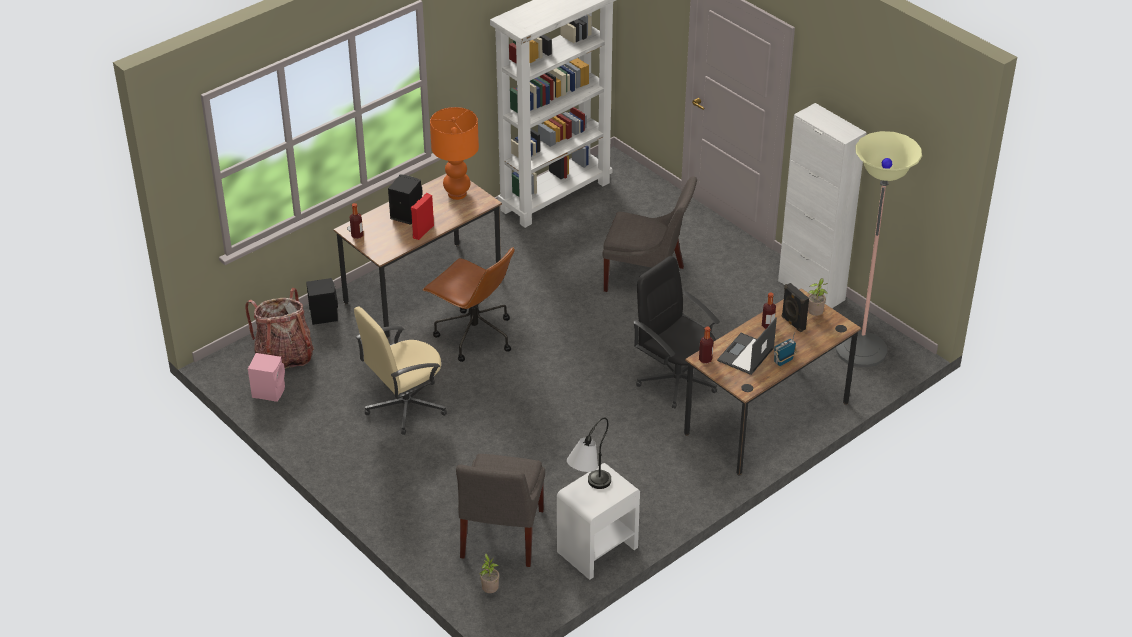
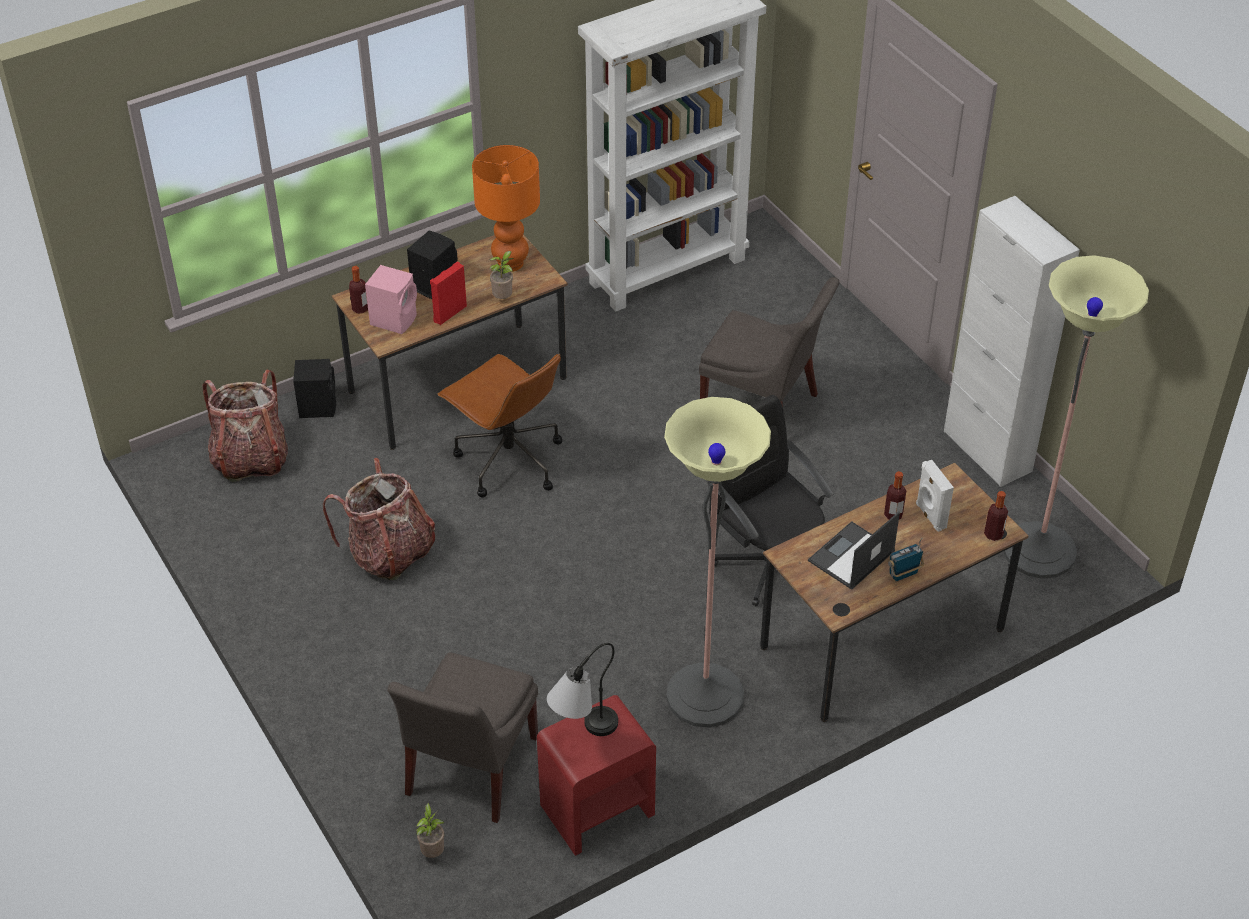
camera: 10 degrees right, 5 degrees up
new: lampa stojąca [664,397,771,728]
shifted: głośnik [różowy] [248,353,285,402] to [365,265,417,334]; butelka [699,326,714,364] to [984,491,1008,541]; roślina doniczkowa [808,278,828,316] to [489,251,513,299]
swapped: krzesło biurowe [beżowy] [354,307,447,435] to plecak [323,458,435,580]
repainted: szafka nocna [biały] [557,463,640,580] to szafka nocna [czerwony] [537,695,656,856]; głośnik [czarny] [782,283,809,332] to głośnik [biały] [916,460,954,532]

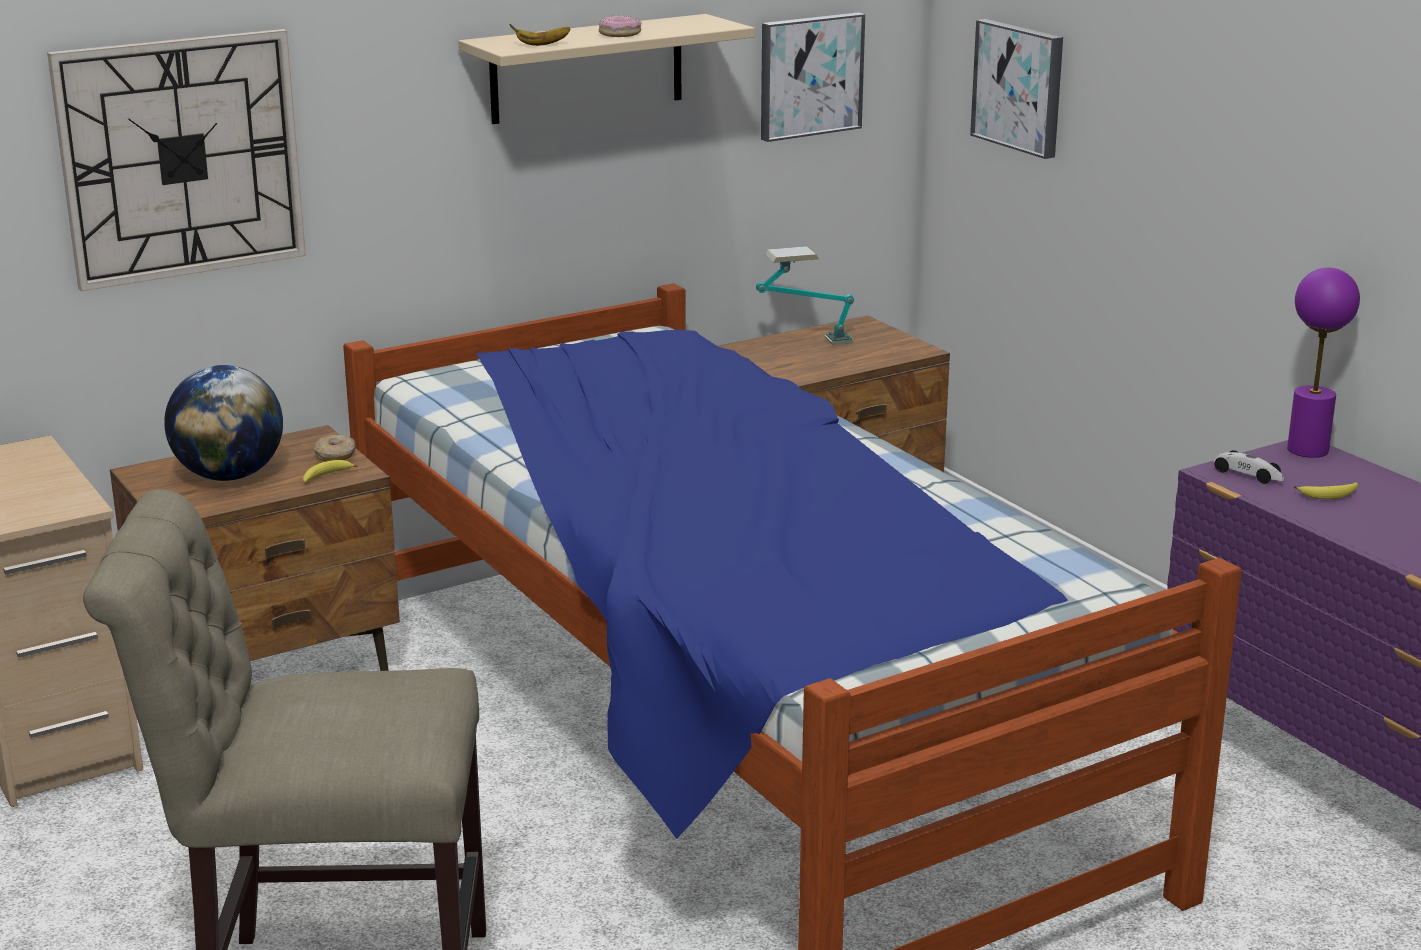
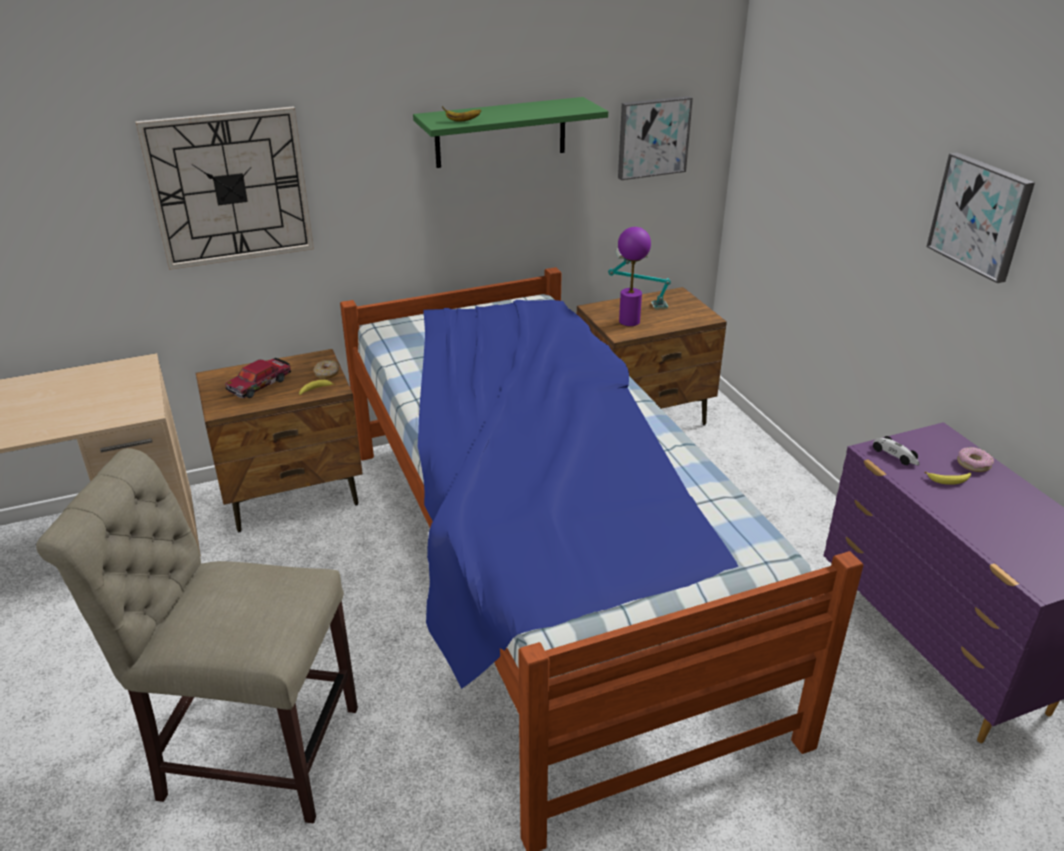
camera: 10 degrees right, 10 degrees up
shifted: donut [599,16,641,37] to [957,447,994,472]; obraz [970,19,1063,159] to [927,152,1035,283]; lampa stołowa [fioletowy] [1287,268,1360,458] to [618,227,651,326]
swapped: globus [164,365,283,481] to samochodzik [225,358,291,398]
repainted: półka [beżowy] [458,14,755,124] to półka [zielony] [413,97,608,168]

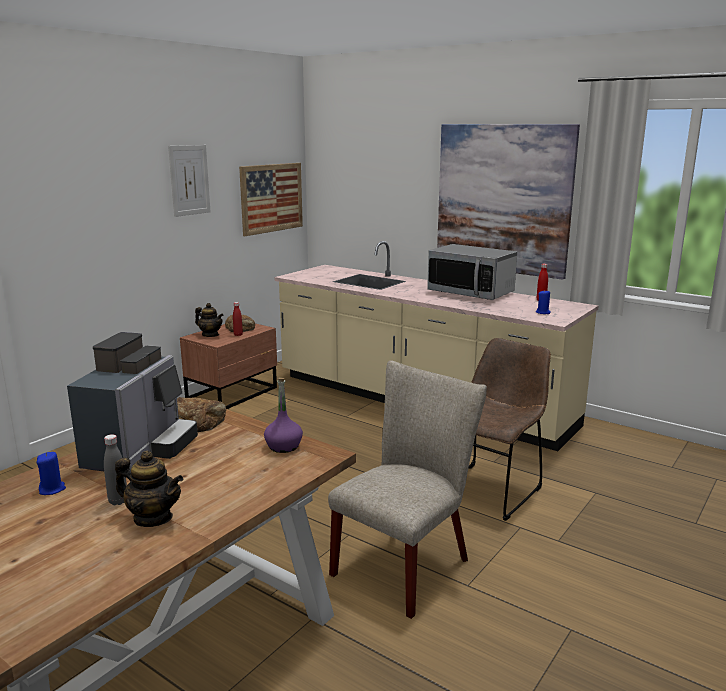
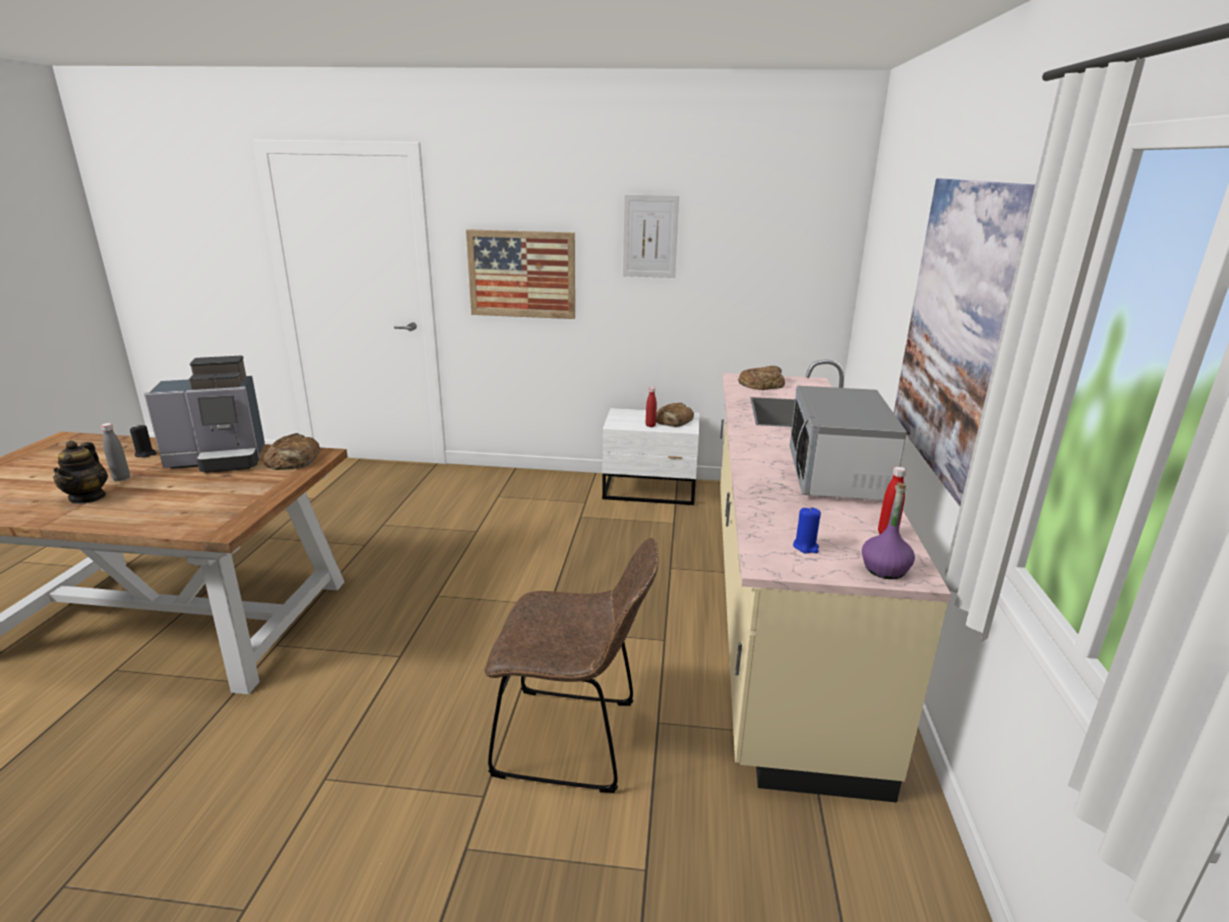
camera: 60 degrees right, 5 degrees up
gone: imbryk [195,303,223,337]; krzesło [beżowy] [328,360,487,619]
new: chleb [738,366,785,390]
shifted: obraz [239,163,303,236] to [466,229,575,319]; butelka [fioletowy] [264,378,303,453] to [862,482,915,579]
repainted: świeca [niebieski] [37,452,66,495] to świeca [czarny] [130,424,157,458]; szafka nocna [brązowy] [180,323,277,409] to szafka nocna [biały] [602,408,699,505]

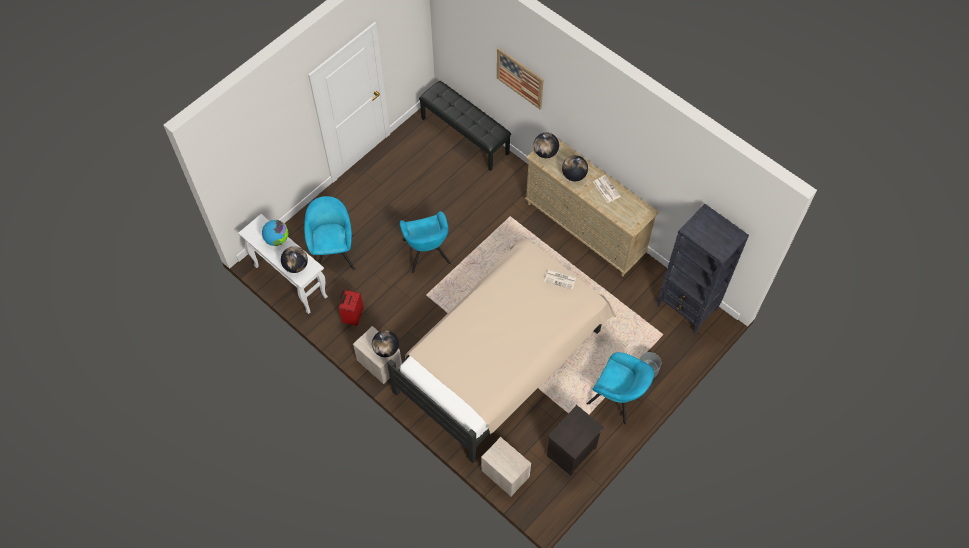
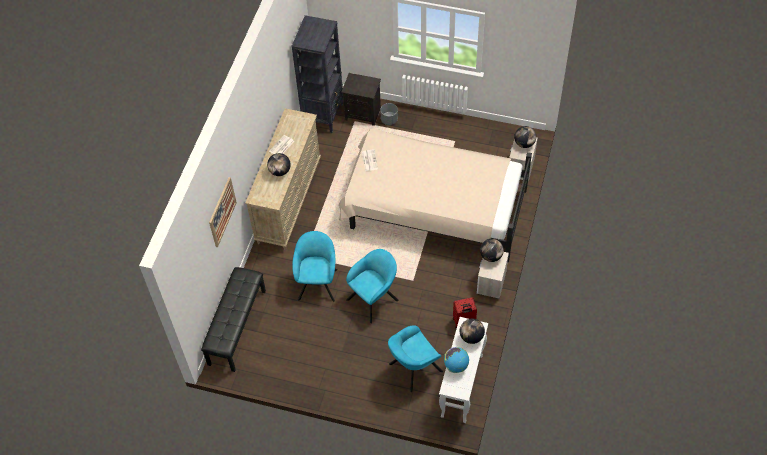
camera: 115 degrees left, 5 degrees down
shifted: globus [533,133,559,158] to [514,126,536,148]; szafka nocna [czarny] [547,405,604,476] to [341,73,381,126]; fotel [turkusowy] [587,352,654,424] to [292,231,337,301]

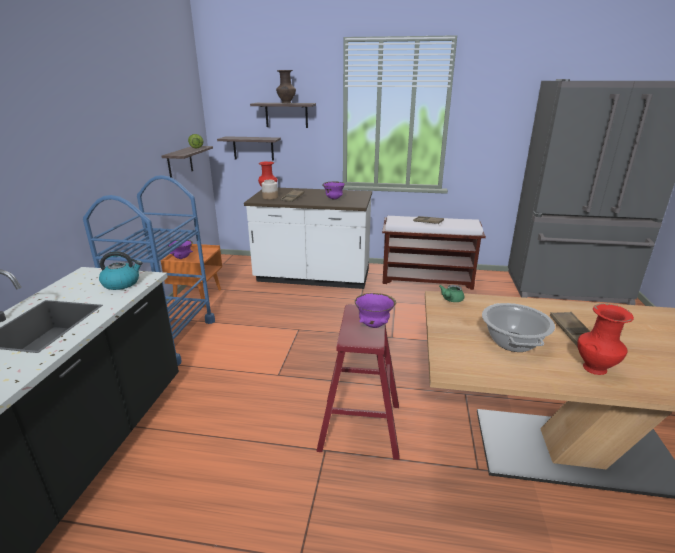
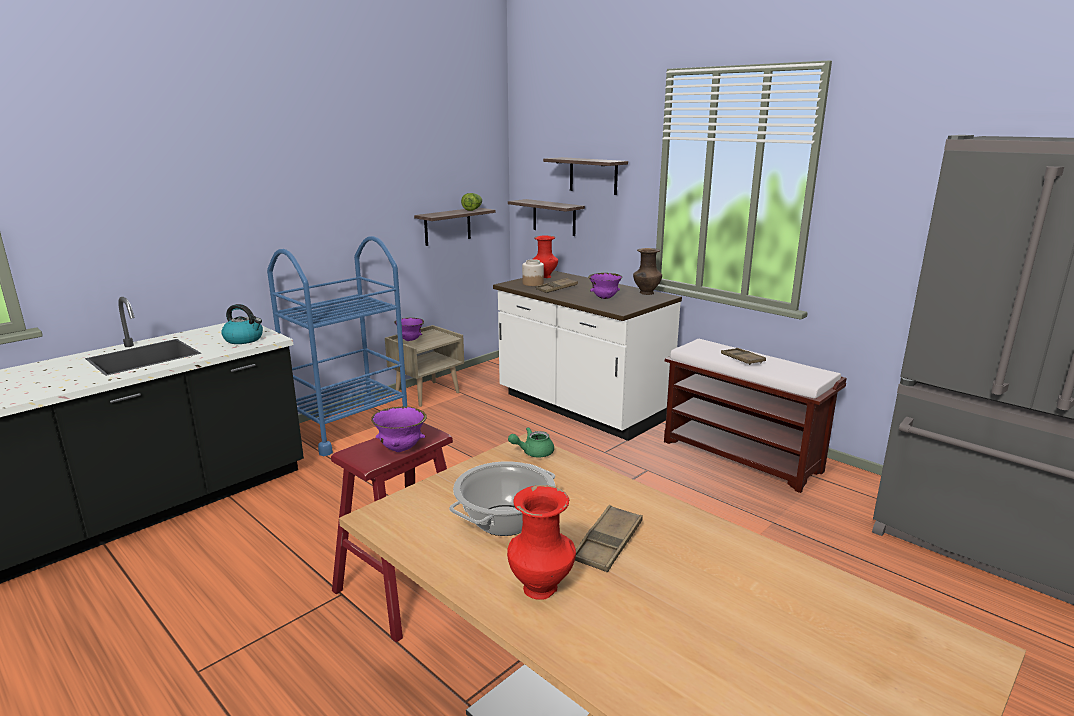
camera: 35 degrees right, 5 degrees down
shifted: wazon [brązowy] [276,70,296,104] to [633,248,662,295]
repainted: szafka nocna [pomarańczowy] [161,244,222,307] to szafka nocna [beżowy] [385,325,464,407]

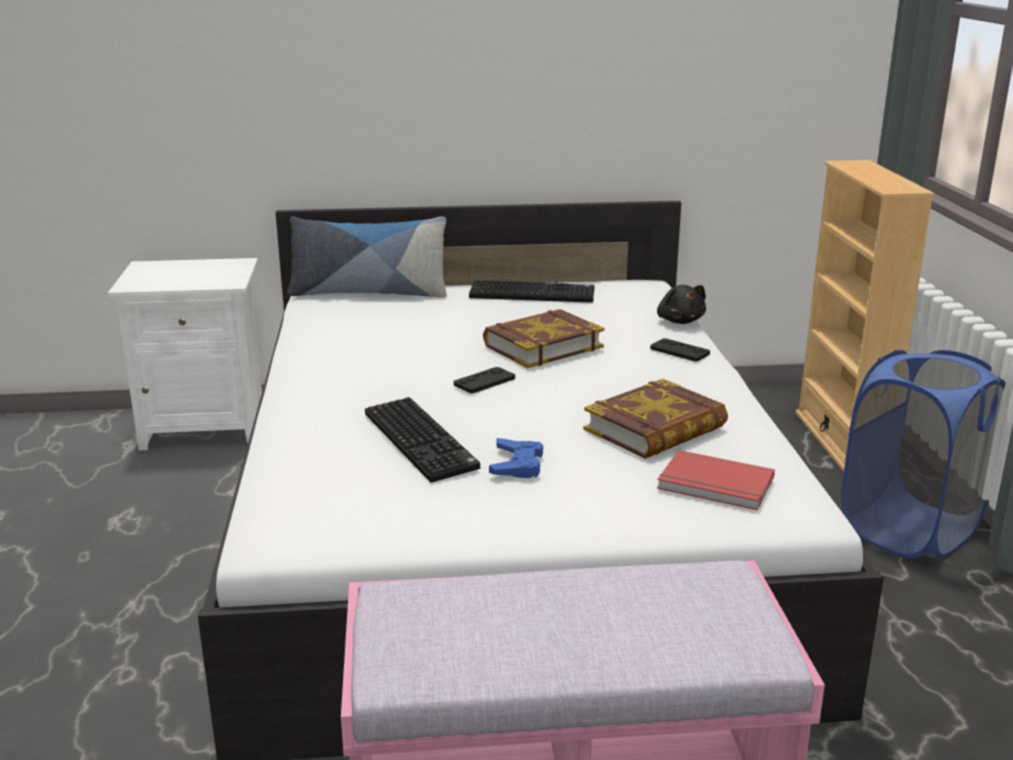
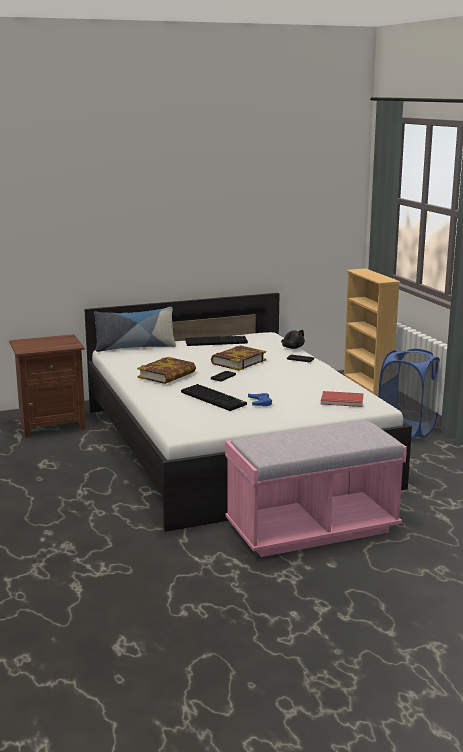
camera: 15 degrees left, 5 degrees down
shifted: książka [584,379,728,459] to [137,357,196,384]
repainted: szafka nocna [biały] [108,258,262,450] to szafka nocna [brązowy] [9,334,86,438]

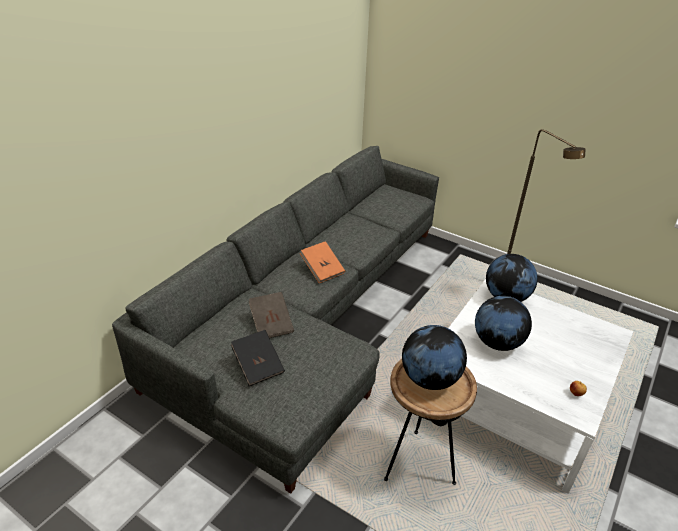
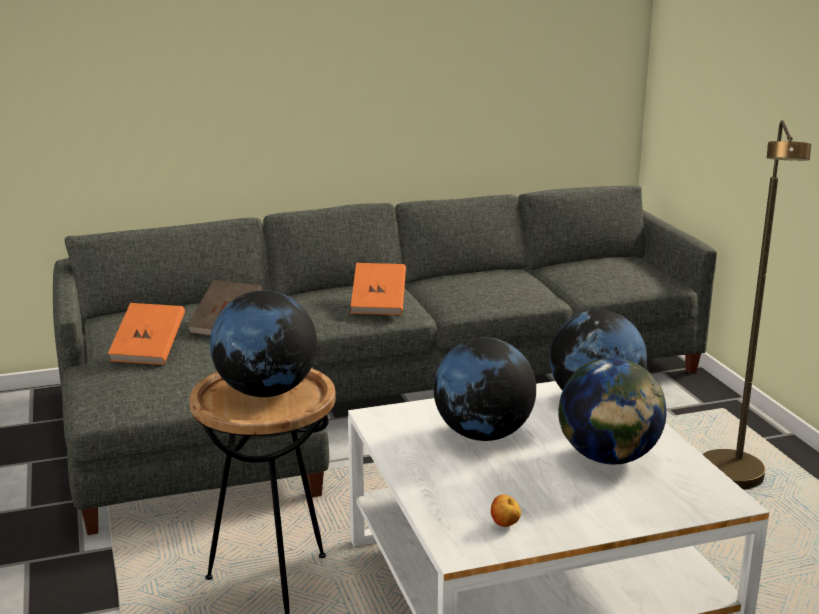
camera: 40 degrees right, 15 degrees down
new: globus [558,358,667,465]
repainted: książka [czarny] [231,330,285,386] to książka [pomarańczowy] [108,303,185,365]

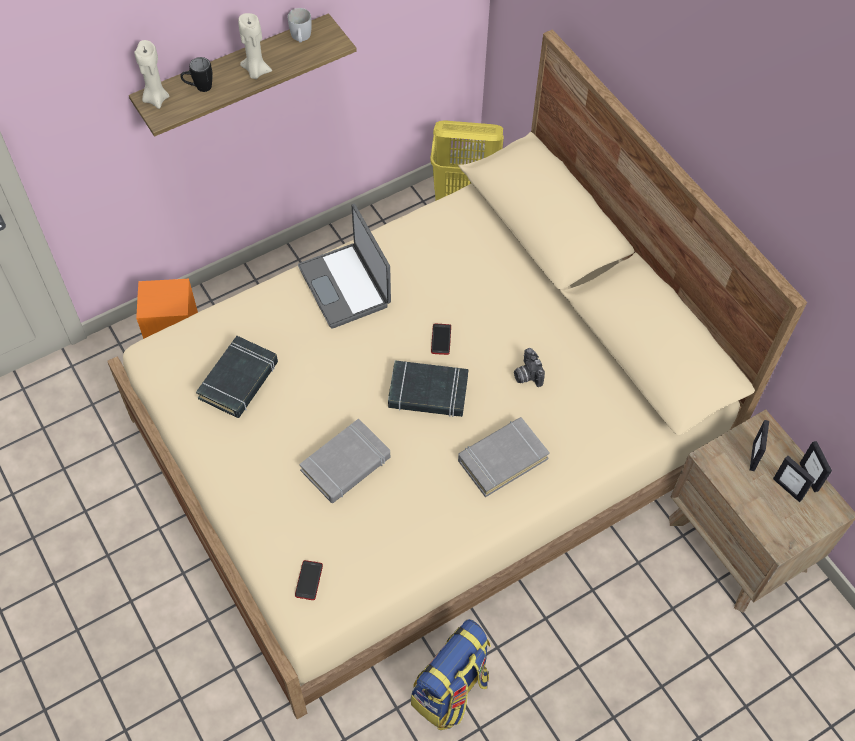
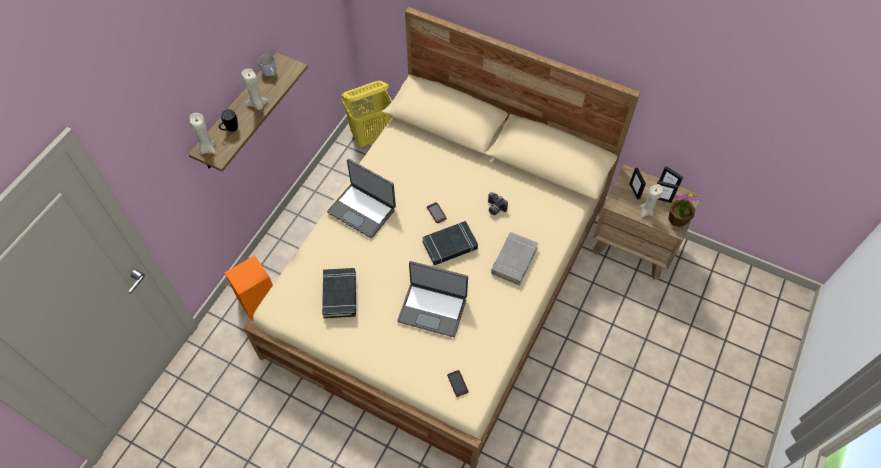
camera: 30 degrees left, 0 degrees up
gone: plecak [411,619,491,730]
new: świeca [beżowy] [639,184,663,217]; roślina doniczkowa [669,193,703,227]
swapped: książka [szary] [299,418,390,503] to laptop [397,261,468,337]

